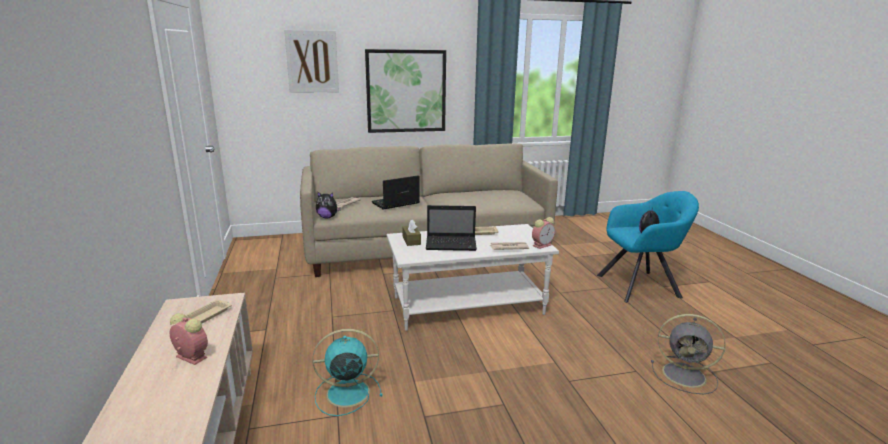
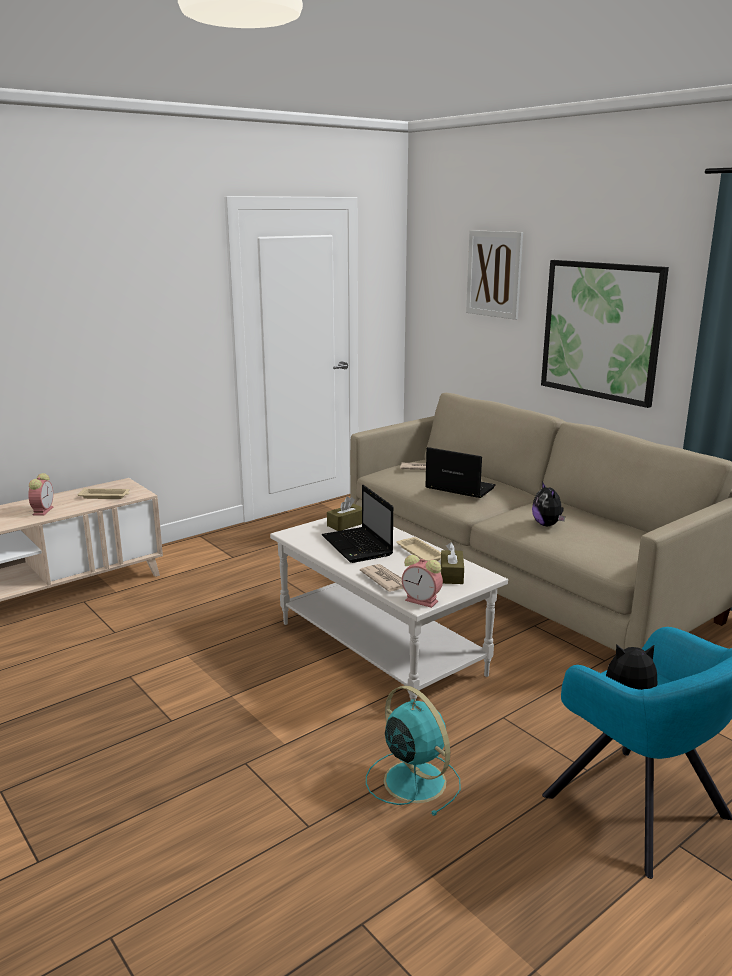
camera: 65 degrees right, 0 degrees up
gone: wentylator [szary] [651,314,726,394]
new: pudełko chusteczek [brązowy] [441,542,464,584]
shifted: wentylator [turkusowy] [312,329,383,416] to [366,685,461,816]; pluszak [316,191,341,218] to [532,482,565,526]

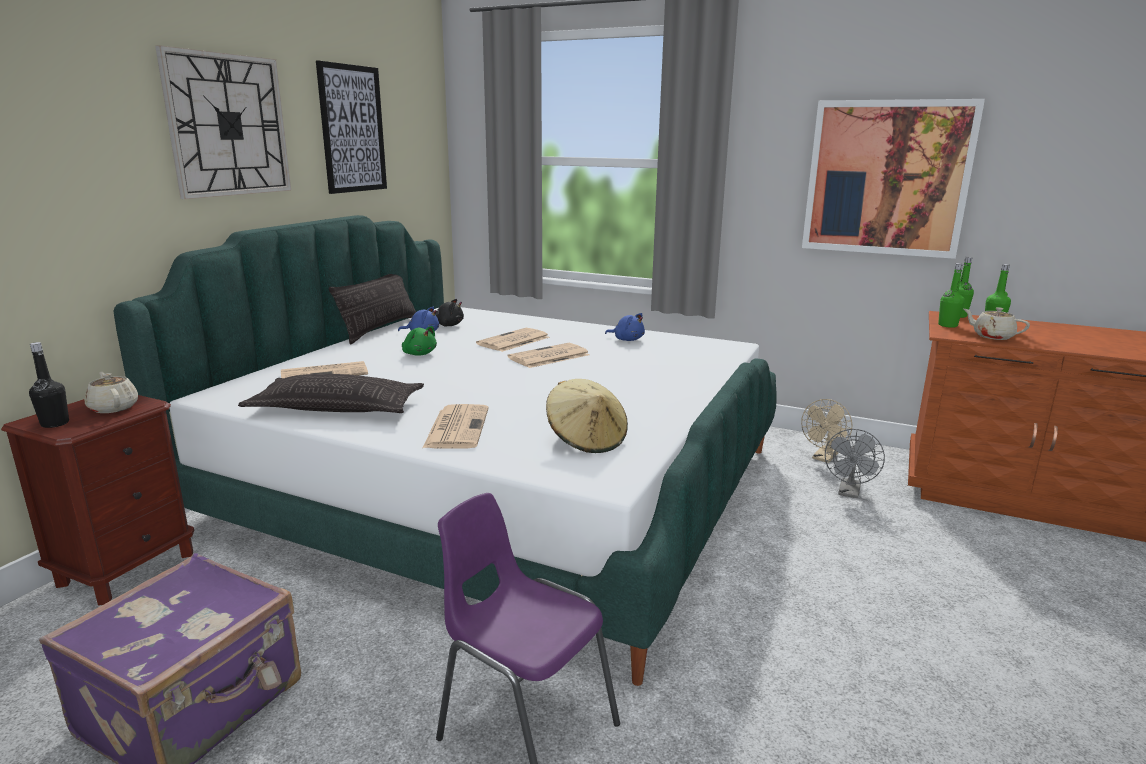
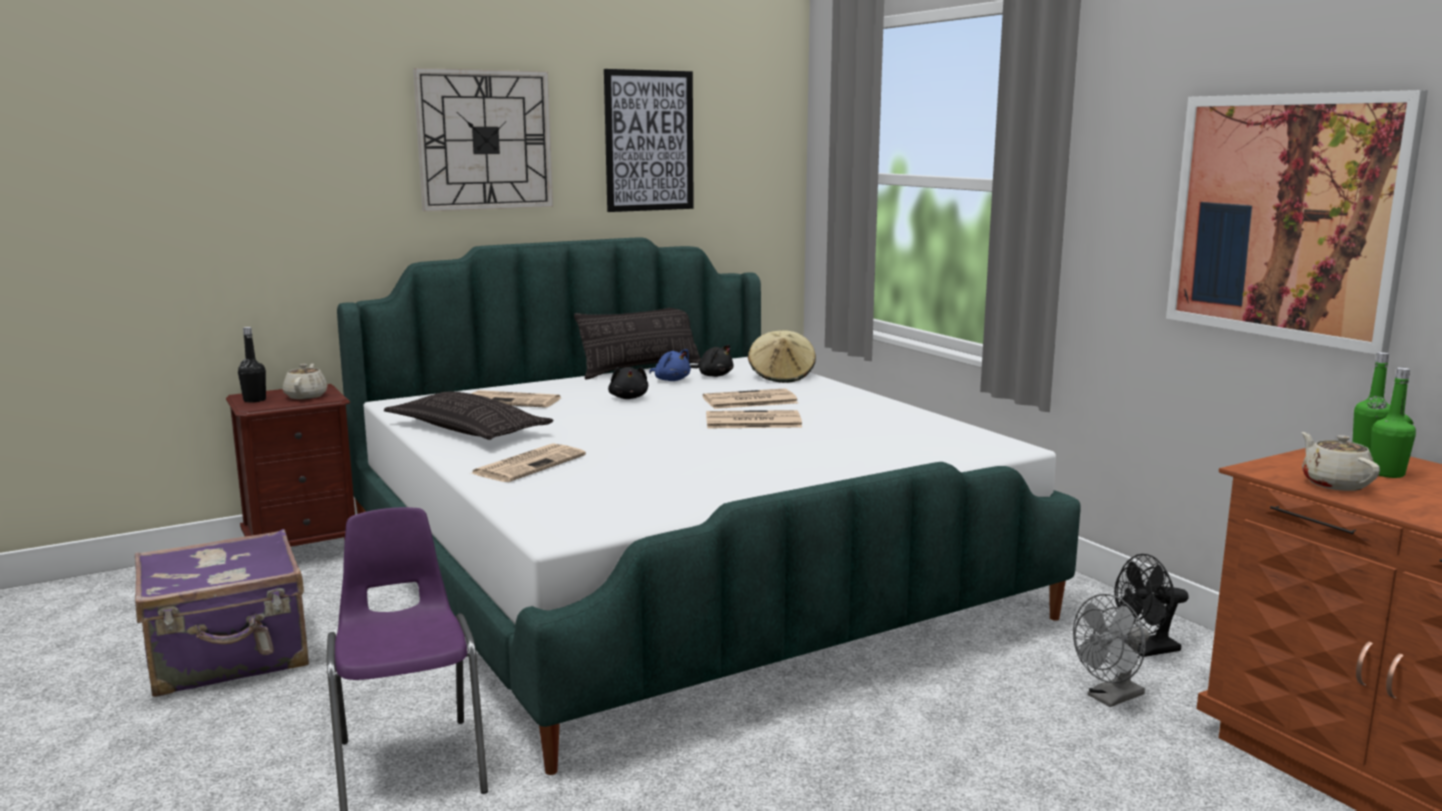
camera: 35 degrees right, 5 degrees down
gone: pluszak [niebieski] [605,313,645,341]; butelka [zielony] [938,263,965,328]
shifted: kapelusz [beżowy] [546,379,628,453] to [748,330,816,383]
repainted: pluszak [zielony] [402,326,437,356] to pluszak [czarny] [608,367,648,399]; wentylator [beżowy] [801,399,853,463] to wentylator [czarny] [1114,554,1189,657]

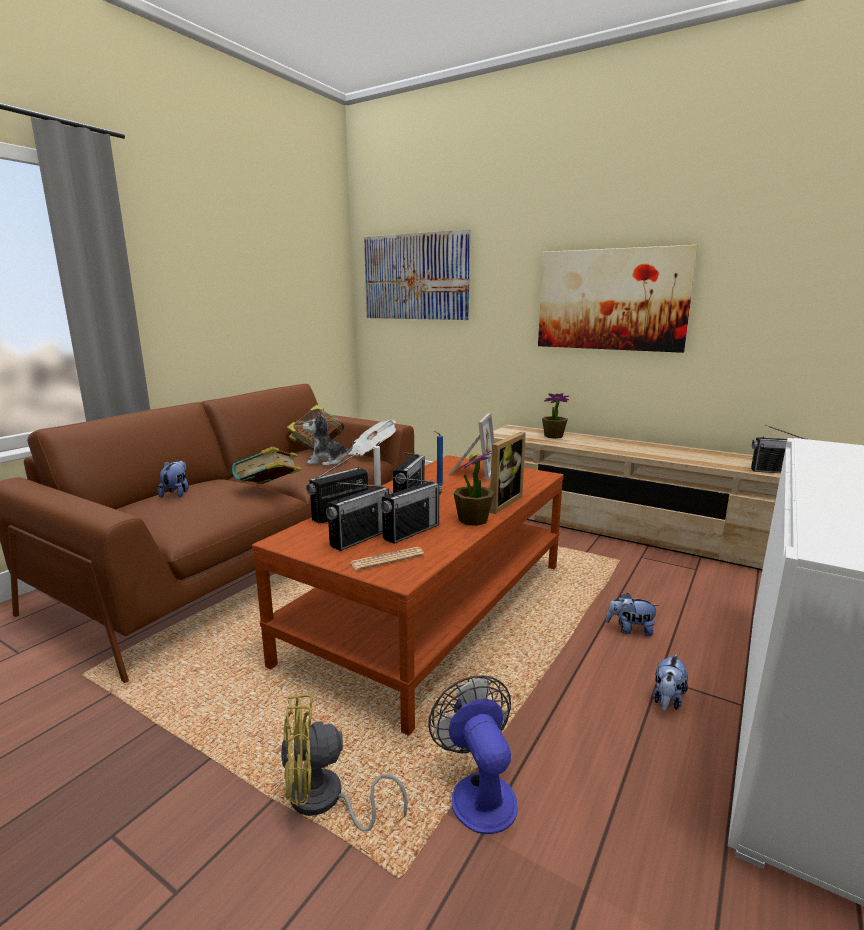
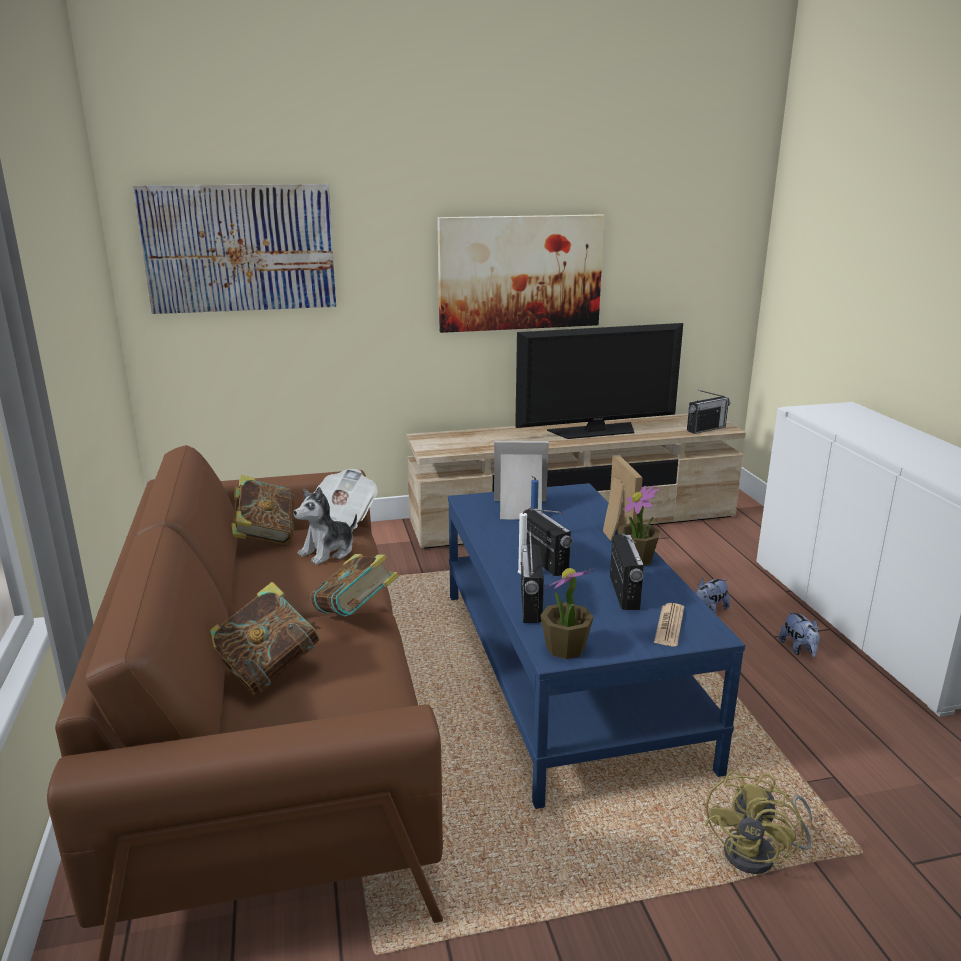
camera: 45 degrees left, 5 degrees up
gone: radio [326,482,392,551]; wentylator [428,675,517,834]
new: telewizor [515,323,683,439]
shifted: roślina doniczkowa [542,393,569,439] to [540,568,594,659]
swapped: pluszak [158,460,189,498] to książka [210,582,322,695]
repainted: ława [brązowy] [252,455,564,736] to ława [niebieski] [448,483,745,809]
rotated: ramka na zdjęcie [448,413,495,482] = [494,441,549,520] 60 degrees counterclockwise

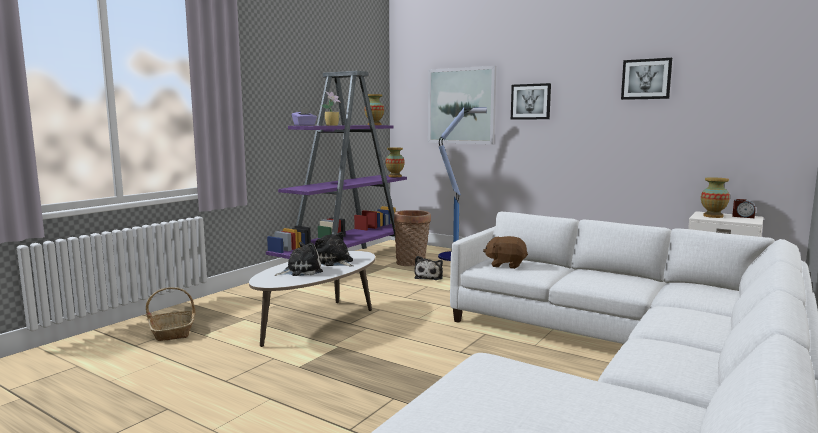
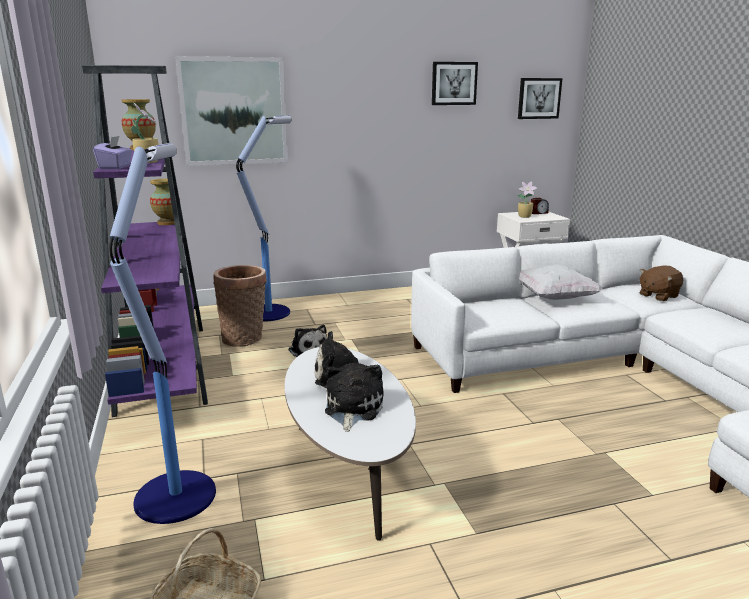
camera: 50 degrees left, 10 degrees up
new: lampa stojąca [109,143,216,524]; poduszka [biały] [519,264,603,300]
shifted: pluszak [brązowy] [483,236,528,269] to [639,266,683,301]; obraz [511,83,551,119] to [518,78,562,119]
swapped: wazon [701,177,730,218] to roślina doniczkowa [517,182,537,218]

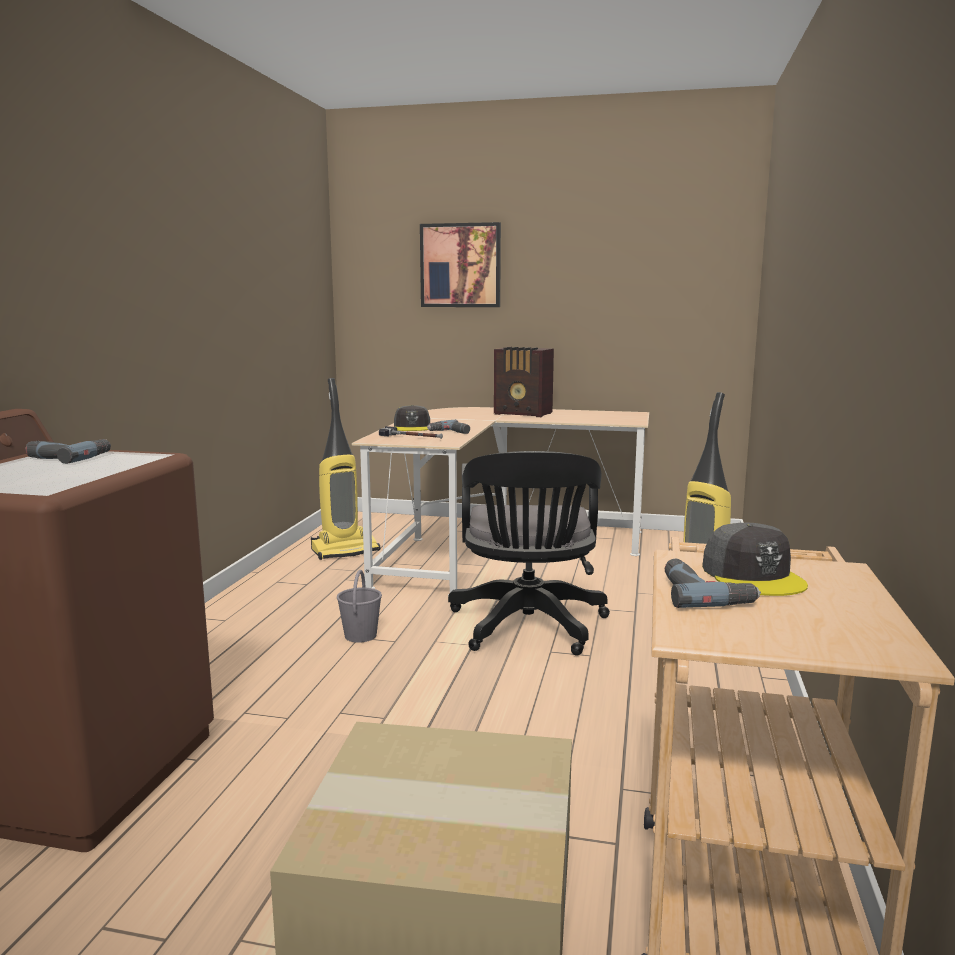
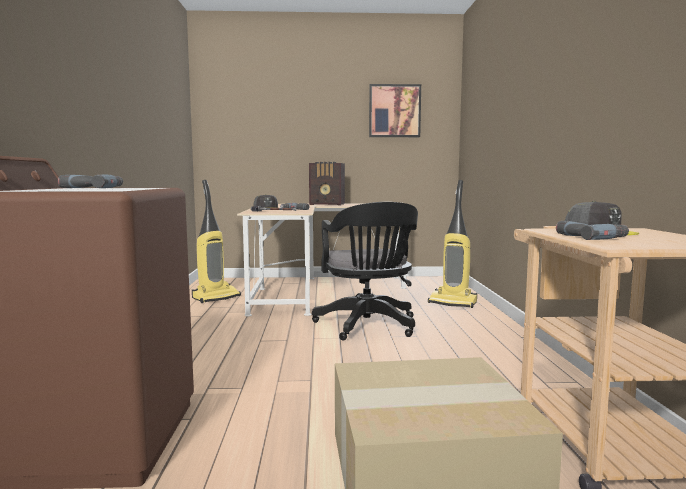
camera: 15 degrees left, 5 degrees down
gone: wiadro [szary] [337,570,382,643]
shifted: obraz [420,222,501,307] to [369,84,421,137]

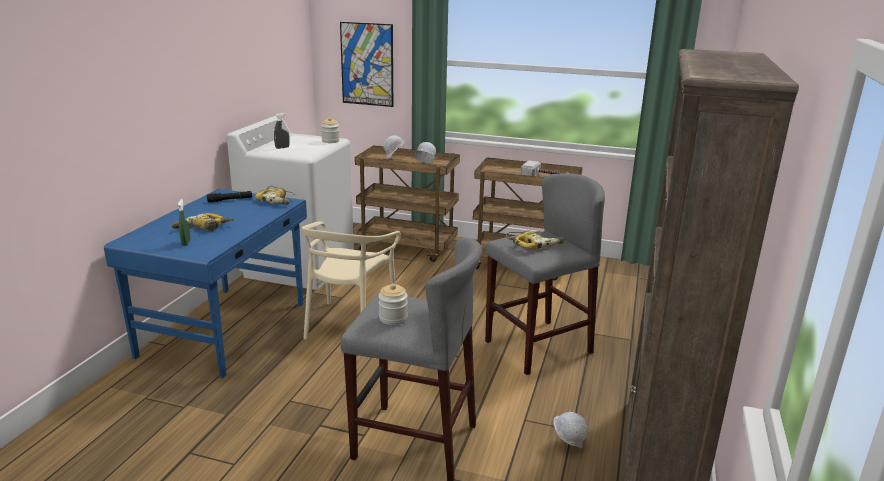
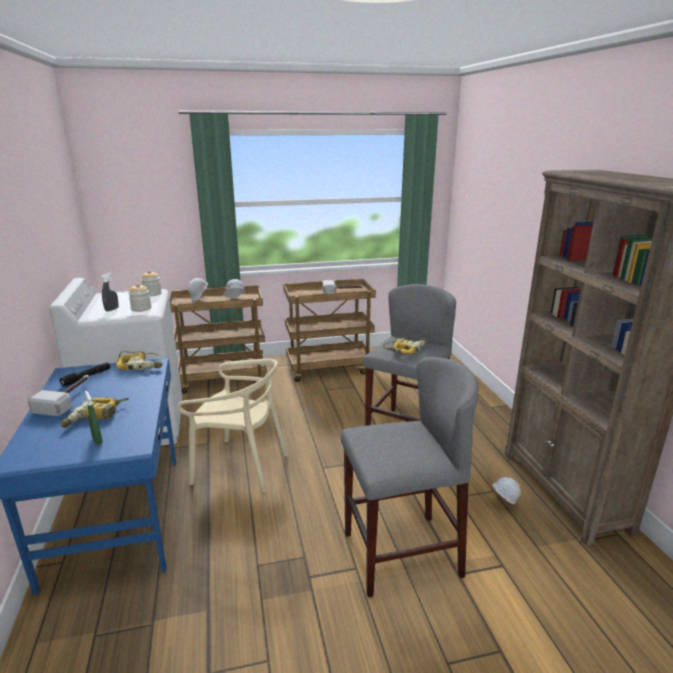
camera: 30 degrees left, 0 degrees up
gone: obraz [340,22,393,107]
new: młotek [28,375,89,416]
shifted: słoik [379,283,408,325] to [128,283,151,312]
rotated: krzesło [beżowy] [301,221,401,339] = [177,359,288,493] 60 degrees counterclockwise

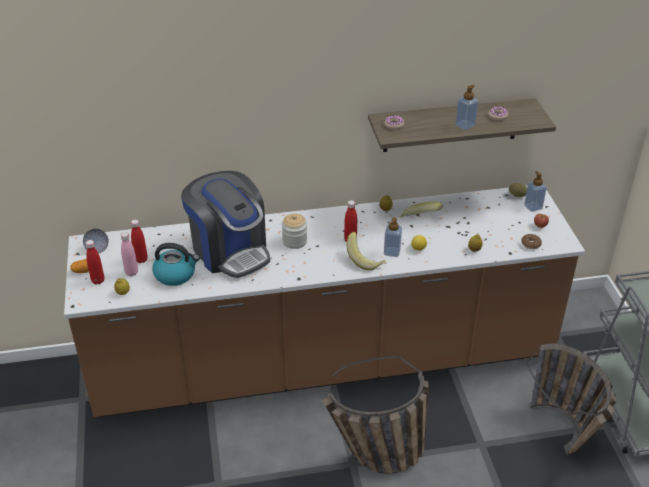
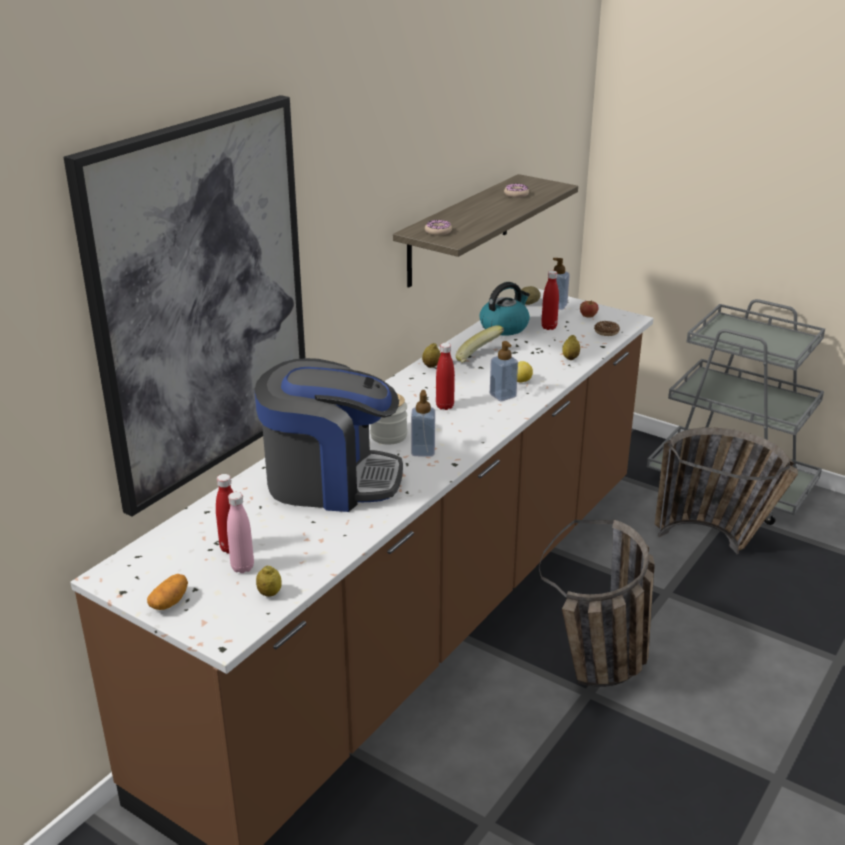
camera: 45 degrees left, 10 degrees down
gone: miska [83,229,109,253]; banan [347,232,386,270]
new: obraz [63,95,305,517]
shifted: butelka [czerwony] [86,240,104,284] to [541,271,559,330]; czajnik [152,243,200,286] to [479,282,530,336]; dozownik mydła [455,85,479,130] to [411,390,435,457]

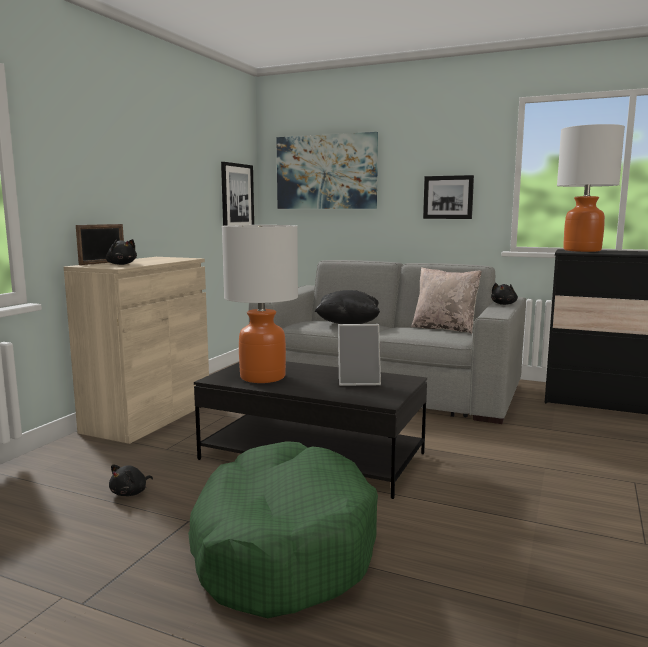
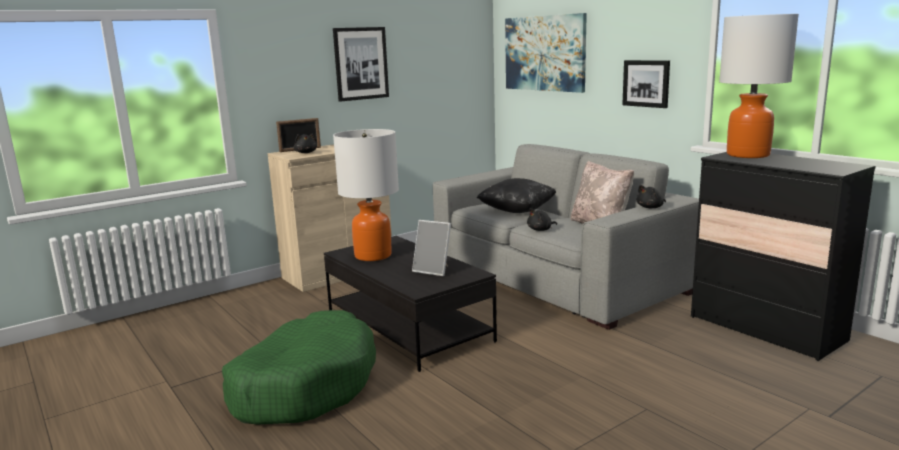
camera: 30 degrees right, 5 degrees up
shifted: pluszak [czarny] [109,464,153,496] to [527,208,557,231]; obraz [221,162,254,226] to [333,27,389,102]

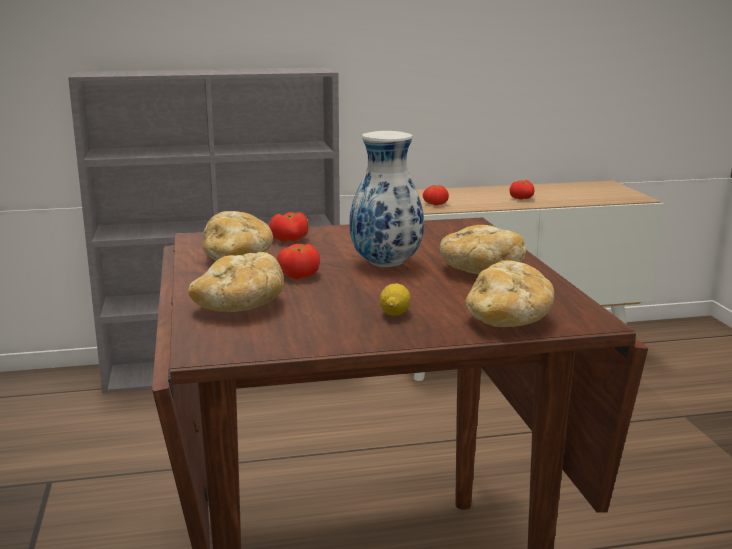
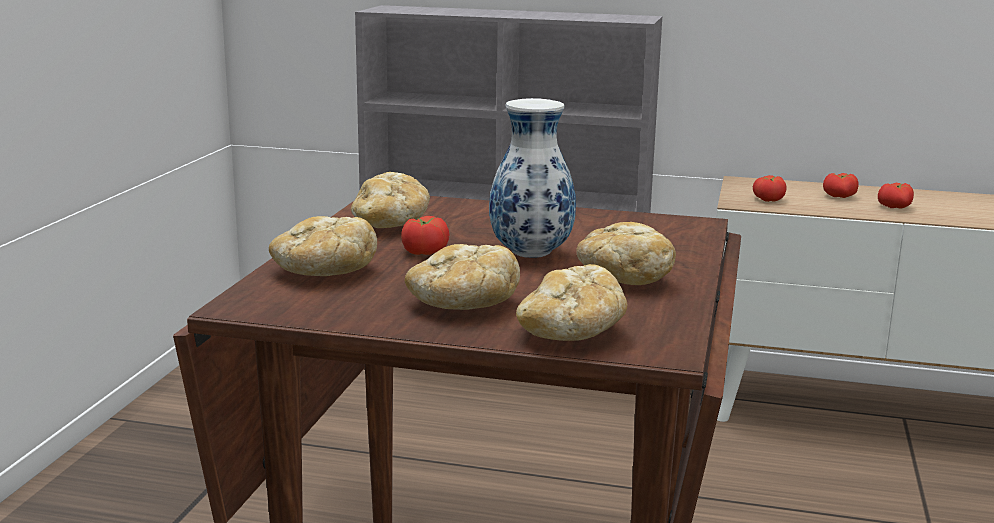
camera: 25 degrees right, 0 degrees up
shifted: pomidor [269,212,308,242] to [823,173,858,198]
swapped: cytryna [380,283,410,316] to chleb [405,244,520,310]

